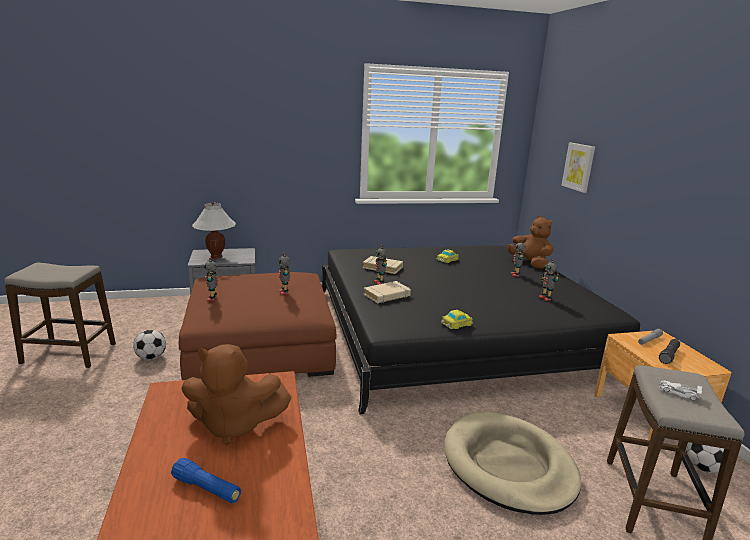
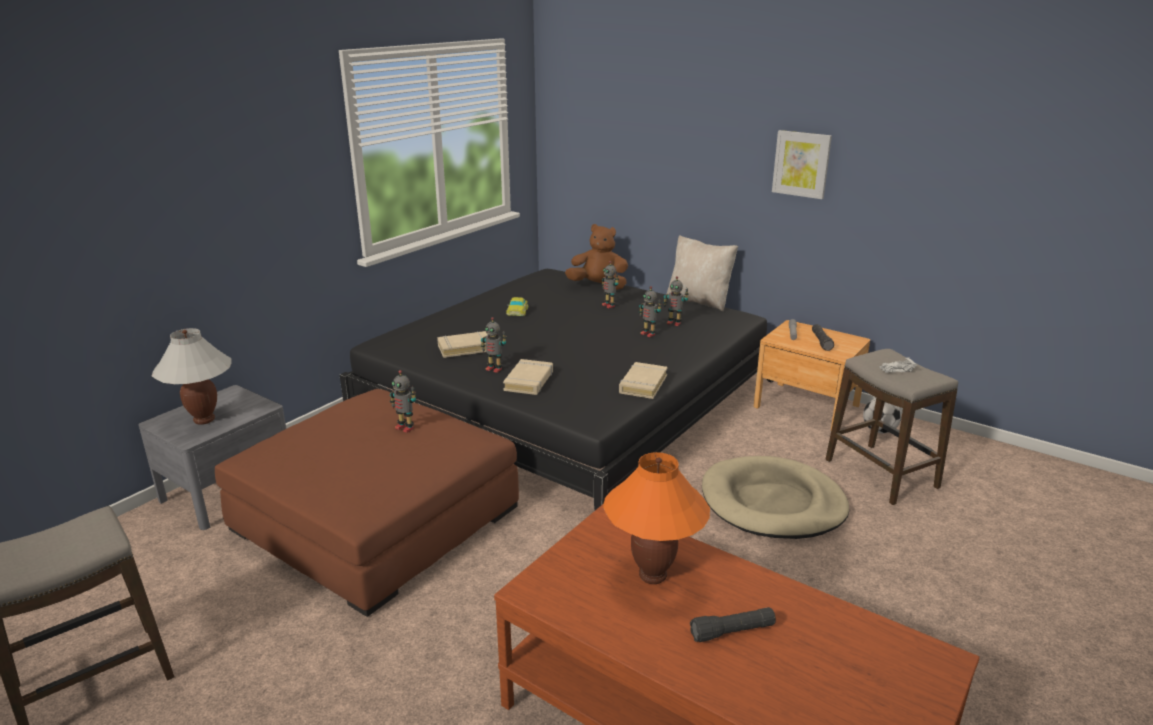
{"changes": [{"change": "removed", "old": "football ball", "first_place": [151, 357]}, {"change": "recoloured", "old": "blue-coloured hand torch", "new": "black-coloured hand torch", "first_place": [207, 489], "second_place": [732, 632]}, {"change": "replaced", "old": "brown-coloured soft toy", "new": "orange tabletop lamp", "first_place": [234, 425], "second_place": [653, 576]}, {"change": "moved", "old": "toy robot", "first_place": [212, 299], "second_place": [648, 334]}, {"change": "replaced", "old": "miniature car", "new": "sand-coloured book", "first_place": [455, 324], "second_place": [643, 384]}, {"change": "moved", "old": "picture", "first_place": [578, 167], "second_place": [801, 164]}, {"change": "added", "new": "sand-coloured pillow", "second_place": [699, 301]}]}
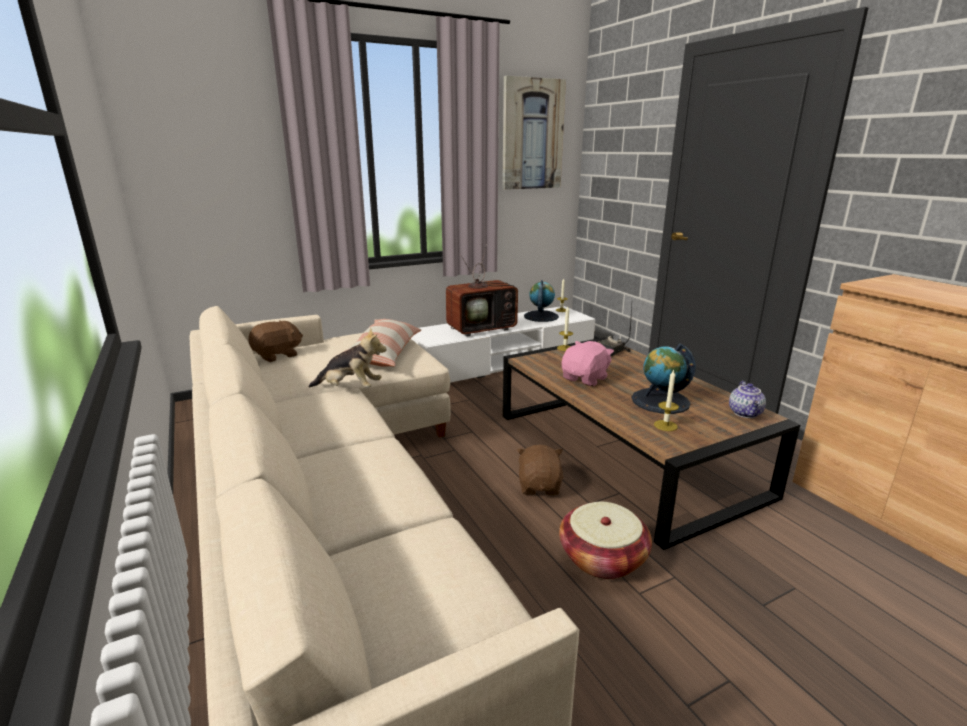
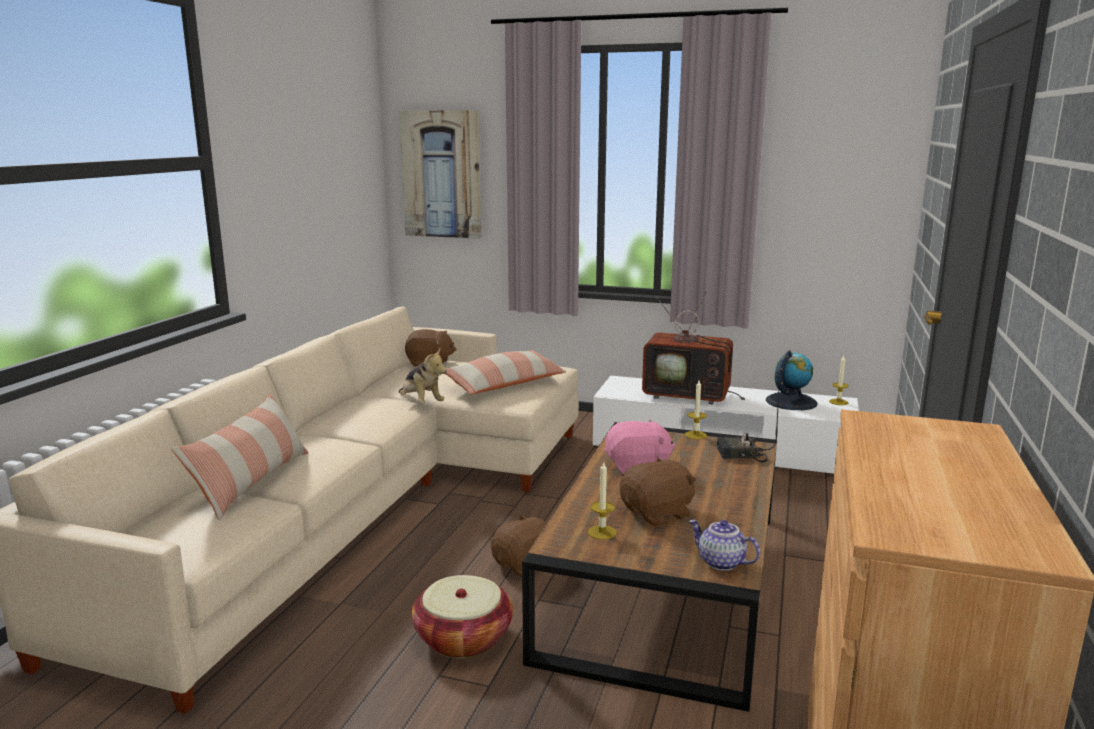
{"changes": [{"change": "moved", "old": "picture", "first_place": [532, 135], "second_place": [442, 174]}, {"change": "replaced", "old": "desk globe", "new": "brown-coloured soft toy", "first_place": [660, 401], "second_place": [658, 514]}, {"change": "turned", "old": "pot for tea", "first_place": [745, 413], "second_place": [720, 563], "degrees": 75}, {"change": "added", "new": "pillow", "second_place": [251, 482]}]}
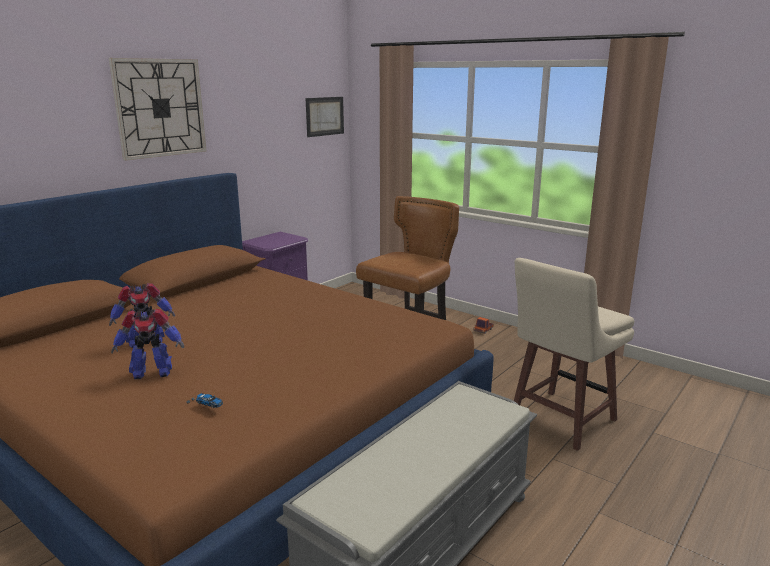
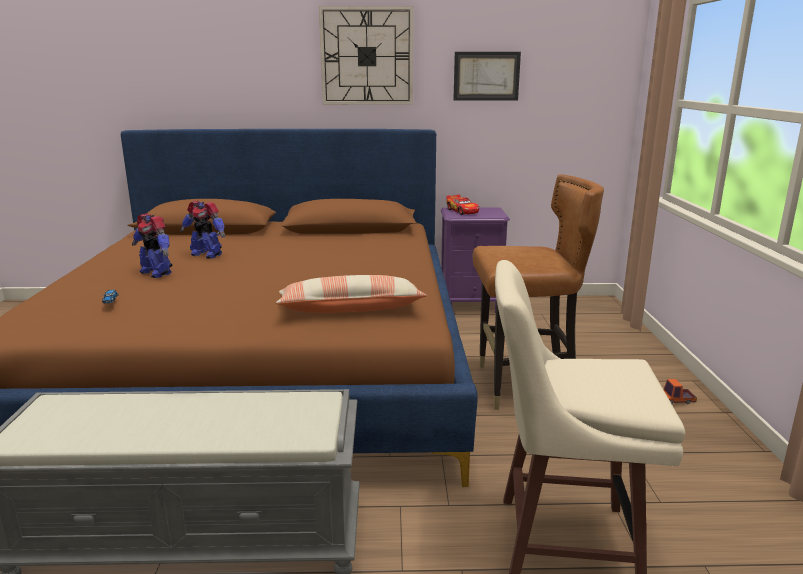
{"changes": [{"change": "moved", "old": "picture", "first_place": [324, 116], "second_place": [486, 76]}, {"change": "added", "new": "pillow", "second_place": [350, 309]}, {"change": "added", "new": "miniature car", "second_place": [462, 211]}]}
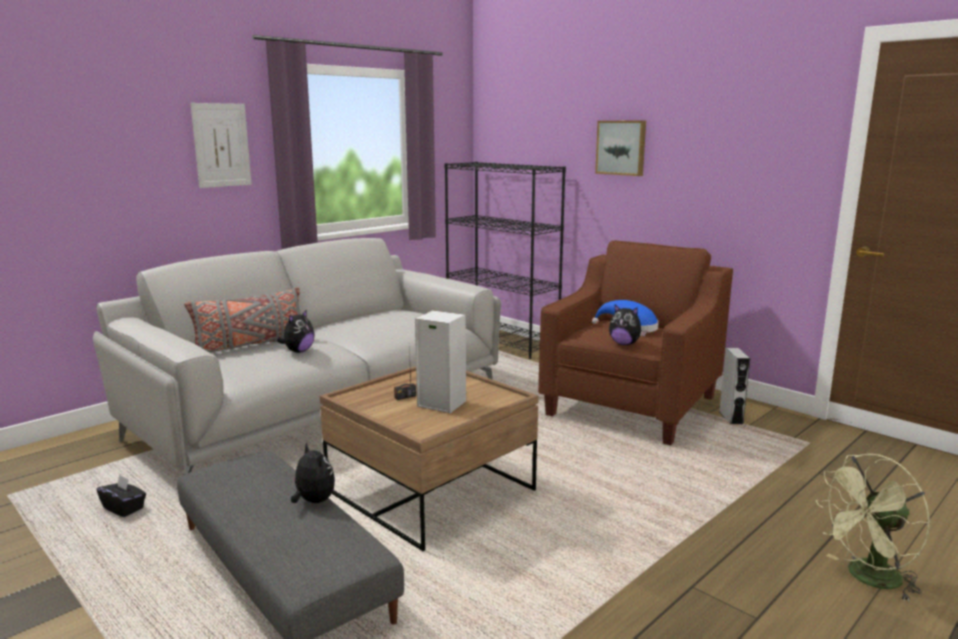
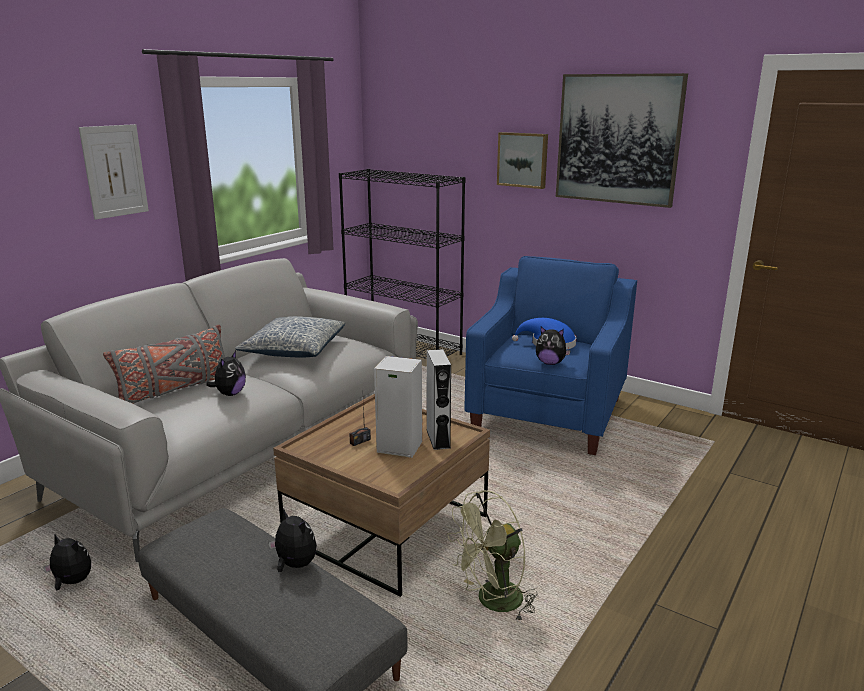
{"changes": [{"change": "replaced", "old": "black-coloured box of tissues", "new": "soft toy", "first_place": [124, 508], "second_place": [72, 582]}, {"change": "recoloured", "old": "brown-coloured armchair", "new": "blue-coloured armchair", "first_place": [632, 406], "second_place": [549, 414]}, {"change": "moved", "old": "gray speaker", "first_place": [731, 418], "second_place": [438, 438]}, {"change": "moved", "old": "green cooling fan", "first_place": [867, 579], "second_place": [492, 602]}, {"change": "added", "new": "pillow", "second_place": [294, 349]}, {"change": "added", "new": "picture", "second_place": [618, 139]}]}
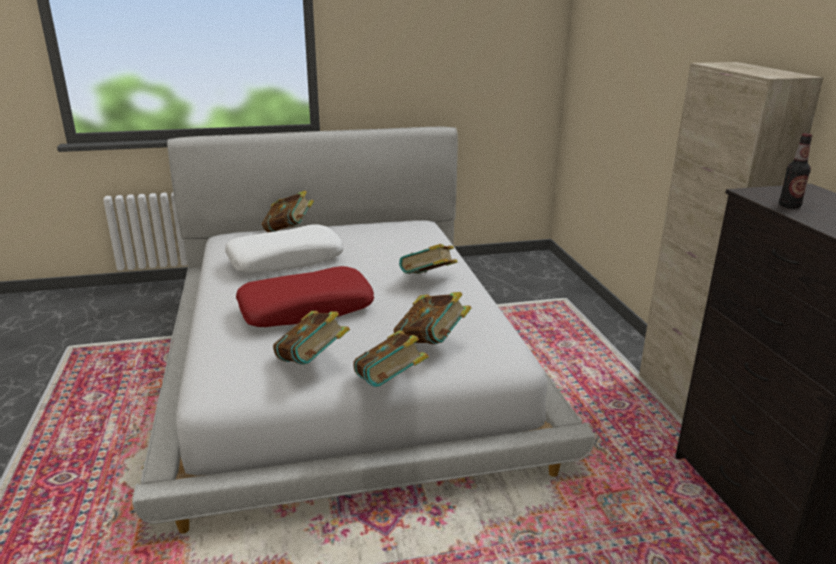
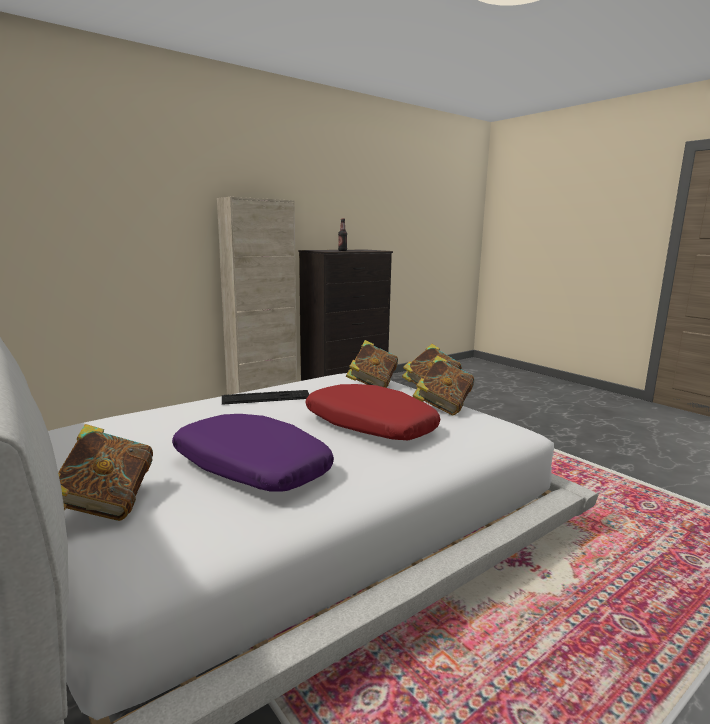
{"changes": [{"change": "recoloured", "old": "white-coloured pillow", "new": "purplish pillow", "first_place": [286, 260], "second_place": [250, 467]}, {"change": "replaced", "old": "book", "new": "PC keyboard", "first_place": [428, 281], "second_place": [266, 397]}]}
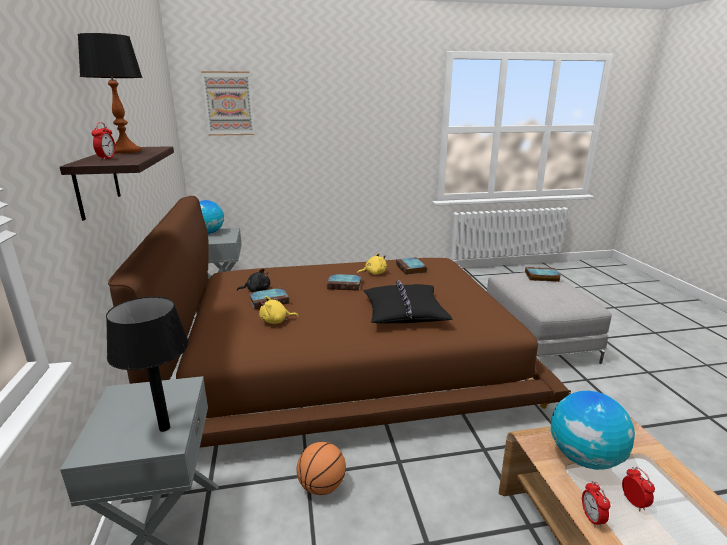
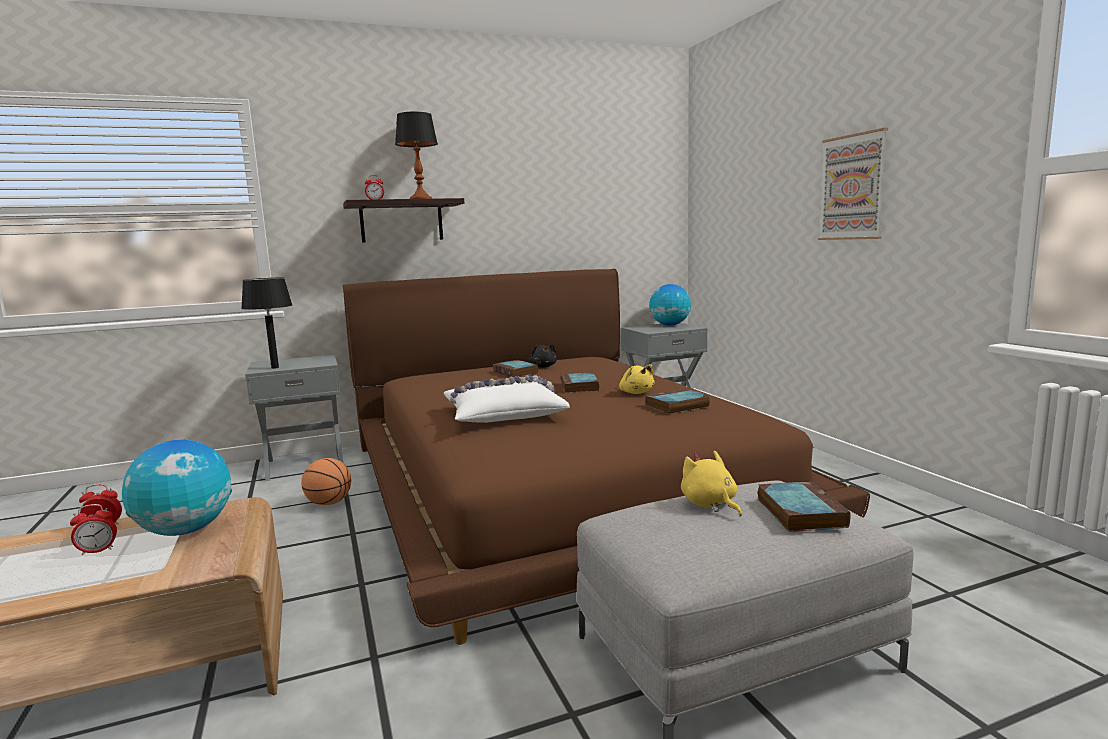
{"changes": [{"change": "moved", "old": "picture", "first_place": [228, 104], "second_place": [852, 187]}, {"change": "moved", "old": "yellow-coloured soft toy", "first_place": [276, 321], "second_place": [710, 504]}, {"change": "recoloured", "old": "black-coloured pillow", "new": "white-coloured pillow", "first_place": [404, 312], "second_place": [504, 413]}]}
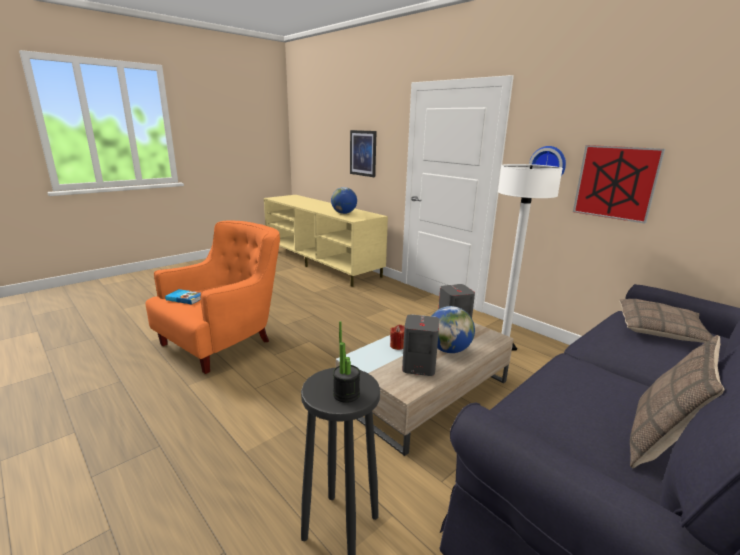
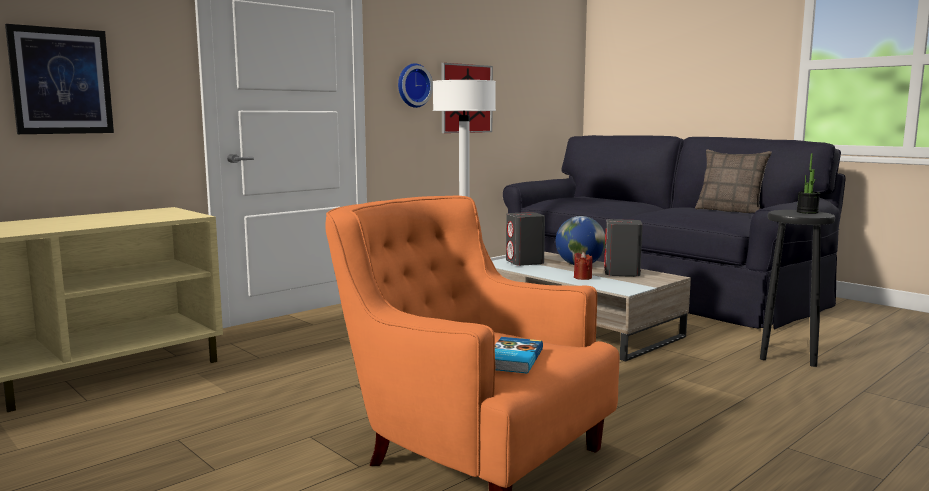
{"changes": [{"change": "removed", "old": "desk globe", "first_place": [344, 213]}, {"change": "removed", "old": "pillow", "first_place": [661, 330]}]}
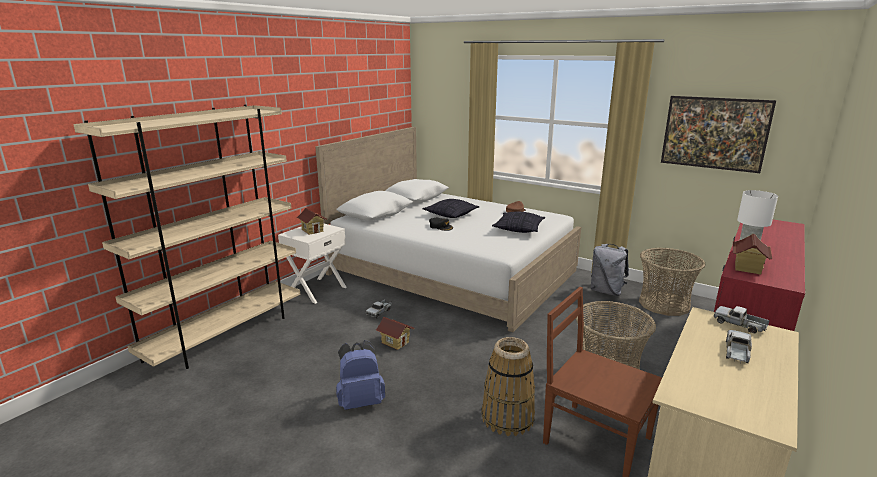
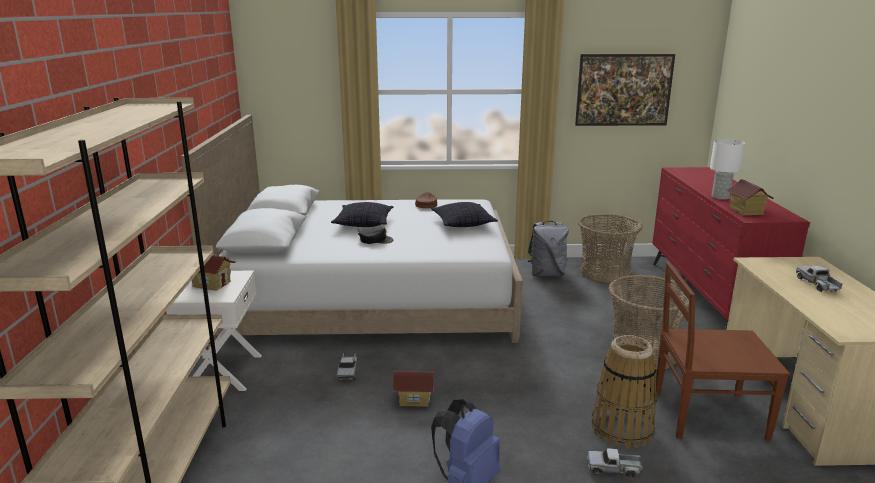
{"changes": [{"change": "moved", "old": "toy truck", "first_place": [739, 324], "second_place": [614, 469]}]}
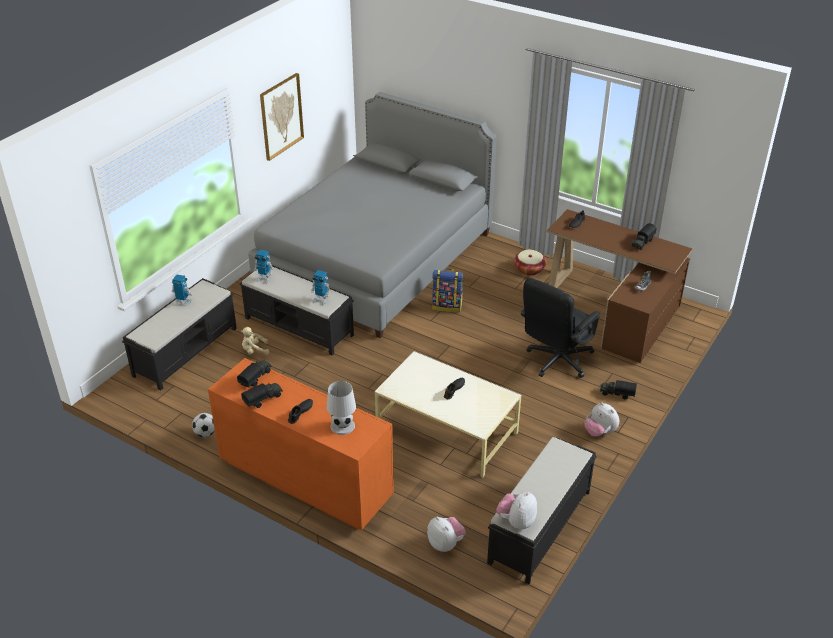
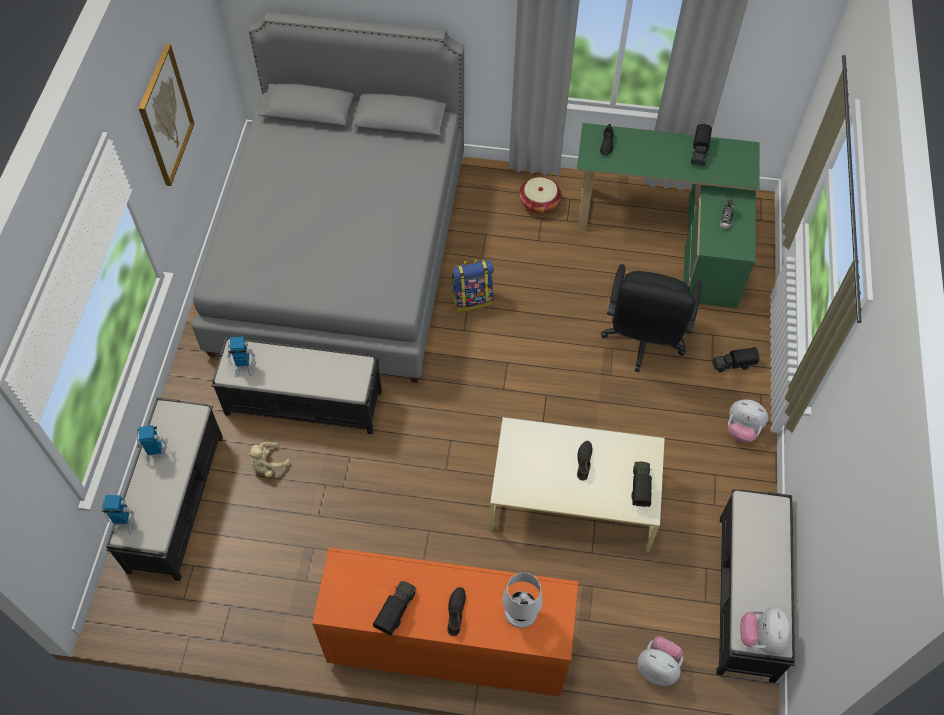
{"changes": [{"change": "removed", "old": "football ball", "first_place": [206, 433]}, {"change": "moved", "old": "toy truck", "first_place": [256, 378], "second_place": [640, 487]}, {"change": "moved", "old": "toy robot", "first_place": [321, 300], "second_place": [124, 524]}, {"change": "recoloured", "old": "brown-coloured desk", "new": "green desk", "first_place": [616, 309], "second_place": [670, 233]}]}
